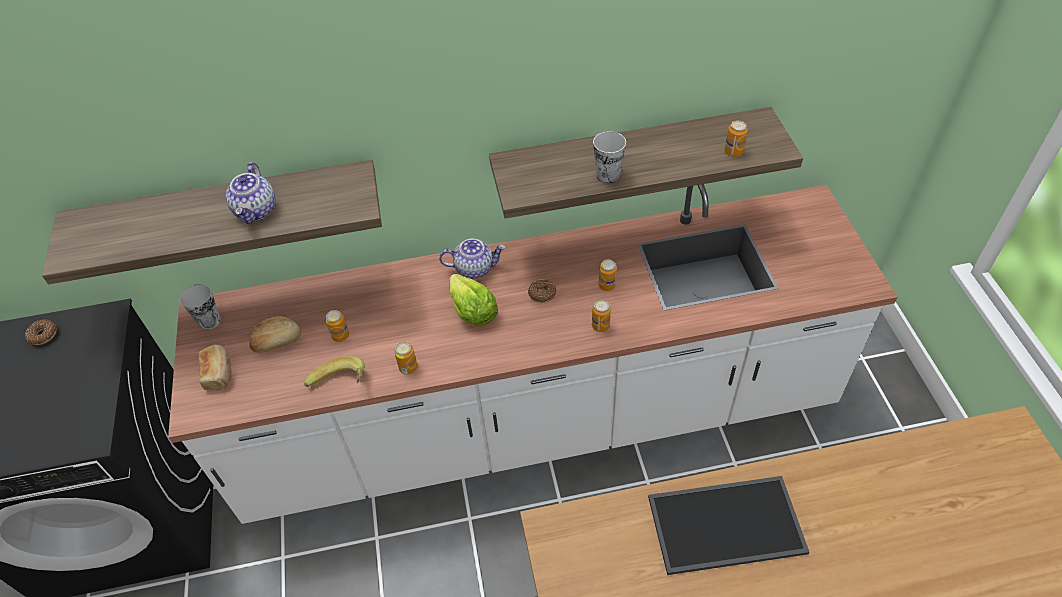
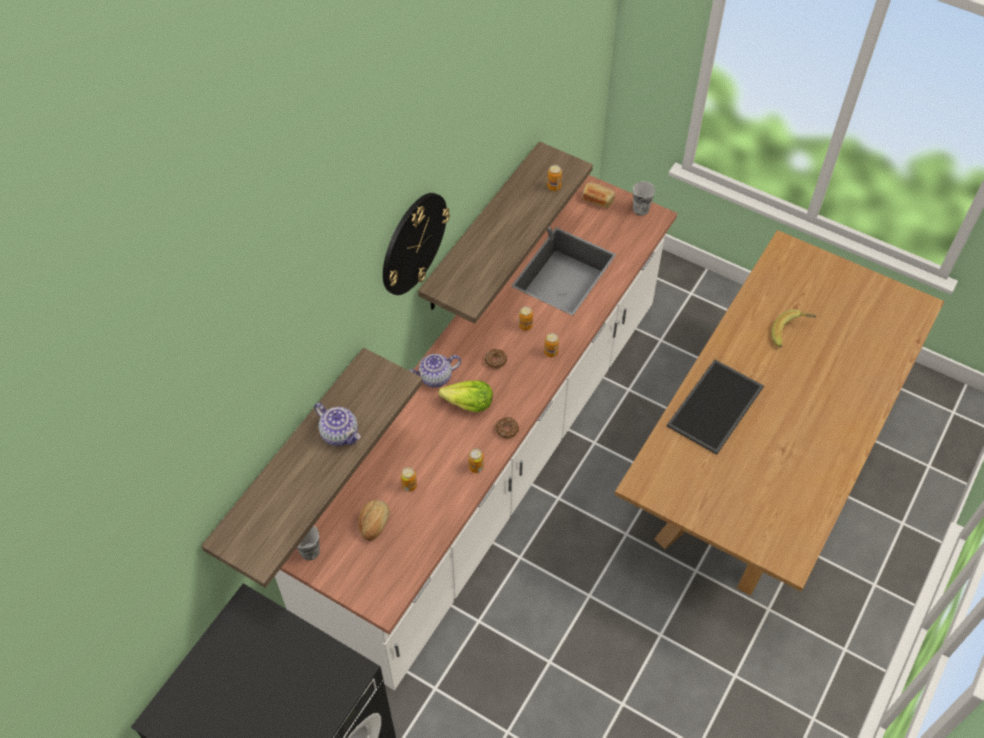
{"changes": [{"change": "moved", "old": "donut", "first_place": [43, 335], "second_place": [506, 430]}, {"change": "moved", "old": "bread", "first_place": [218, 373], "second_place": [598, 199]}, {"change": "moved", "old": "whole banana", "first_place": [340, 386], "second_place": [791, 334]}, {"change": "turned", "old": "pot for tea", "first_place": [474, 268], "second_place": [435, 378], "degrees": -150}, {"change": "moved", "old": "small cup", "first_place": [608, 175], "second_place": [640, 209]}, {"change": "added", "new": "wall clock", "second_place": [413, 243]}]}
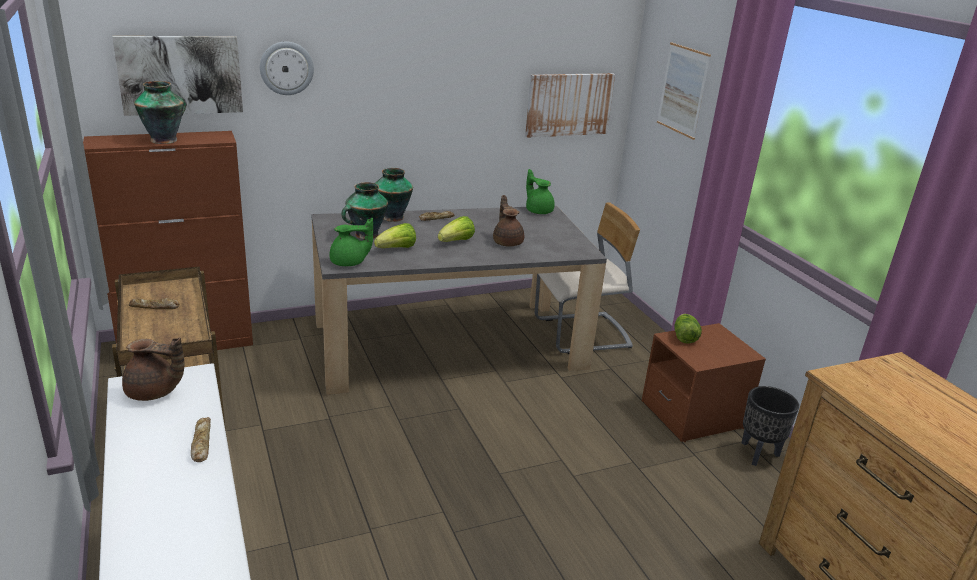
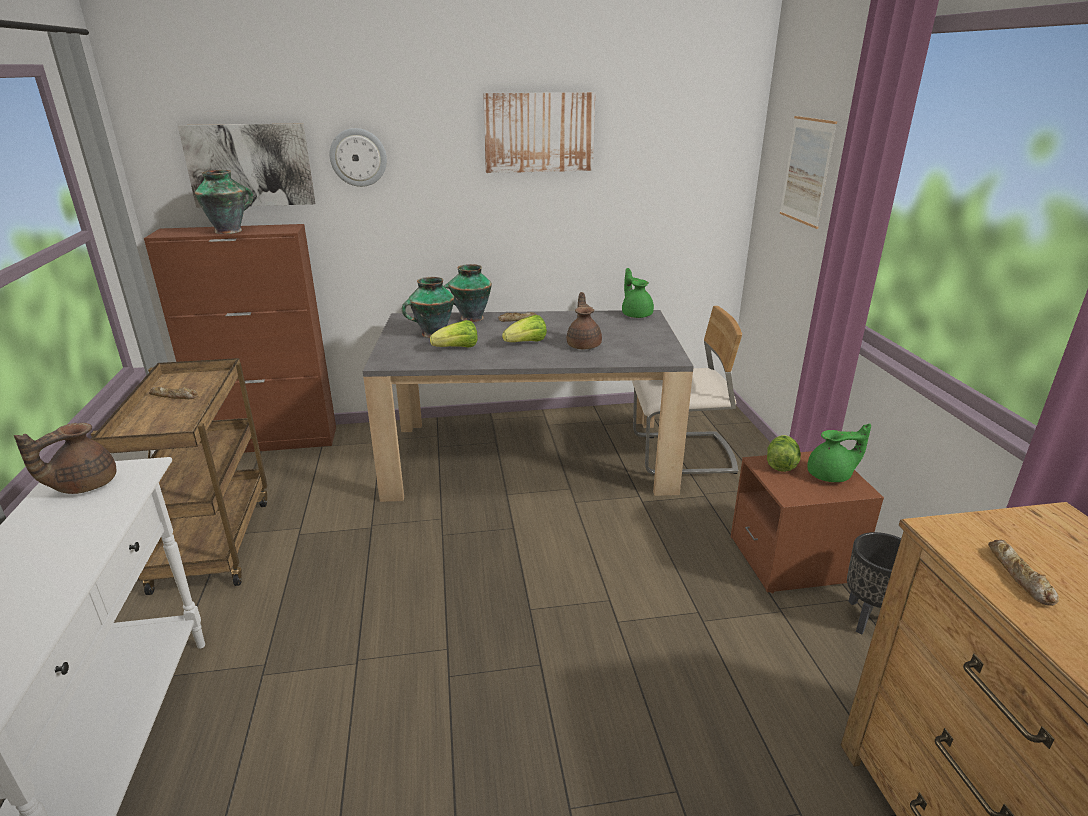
{"changes": [{"change": "turned", "old": "brown-coloured pot for tea", "first_place": [154, 393], "second_place": [83, 485], "degrees": 105}, {"change": "moved", "old": "bread", "first_place": [201, 443], "second_place": [1018, 576]}, {"change": "moved", "old": "green pot for tea", "first_place": [349, 263], "second_place": [831, 476]}, {"change": "moved", "old": "picture", "first_place": [569, 104], "second_place": [539, 132]}]}
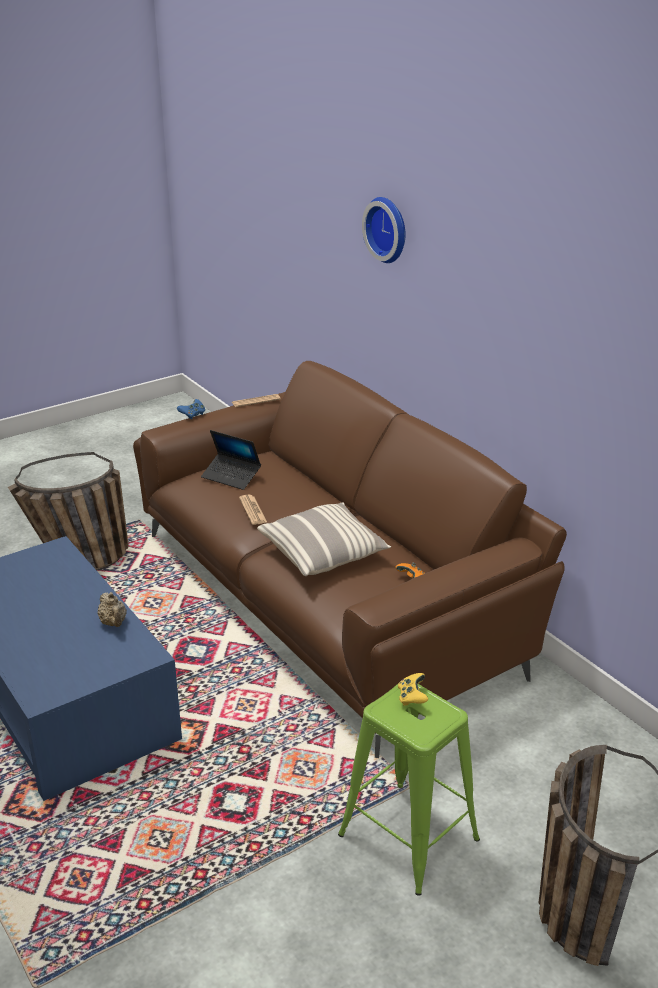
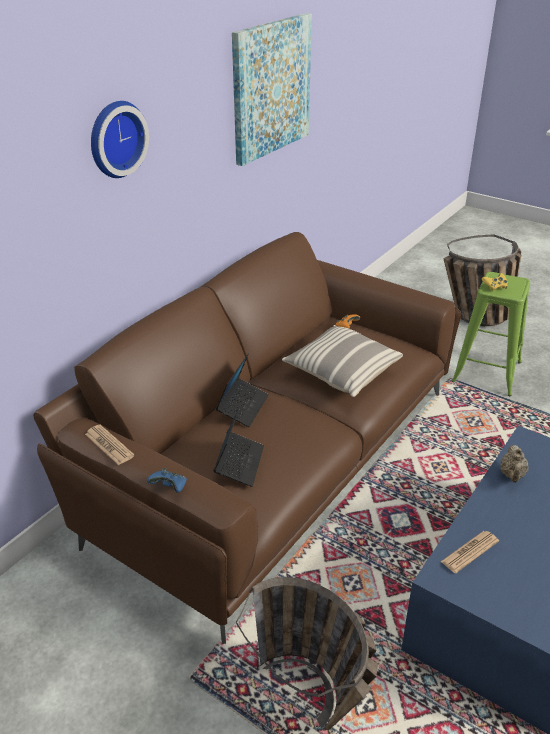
{"changes": [{"change": "turned", "old": "sand-coloured pot for tea", "first_place": [114, 623], "second_place": [512, 475], "degrees": 150}, {"change": "moved", "old": "newspaper", "first_place": [253, 510], "second_place": [469, 552]}, {"change": "added", "new": "portable computer", "second_place": [243, 407]}, {"change": "added", "new": "picture", "second_place": [270, 88]}]}
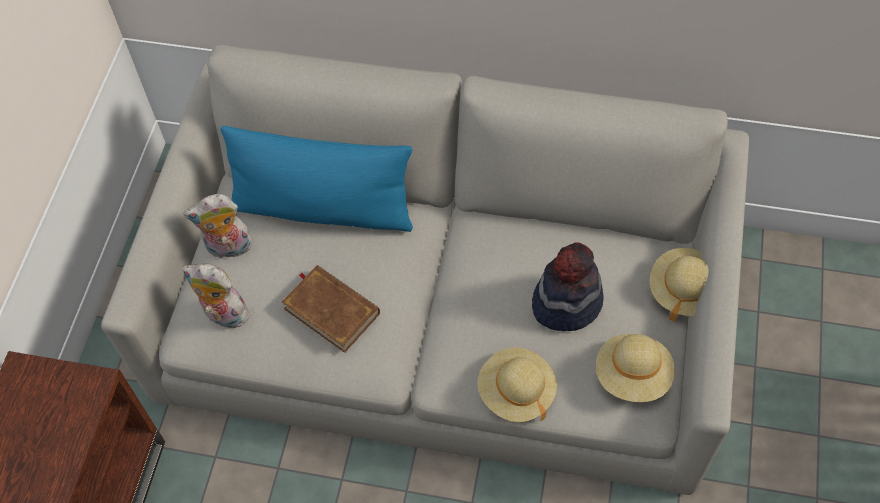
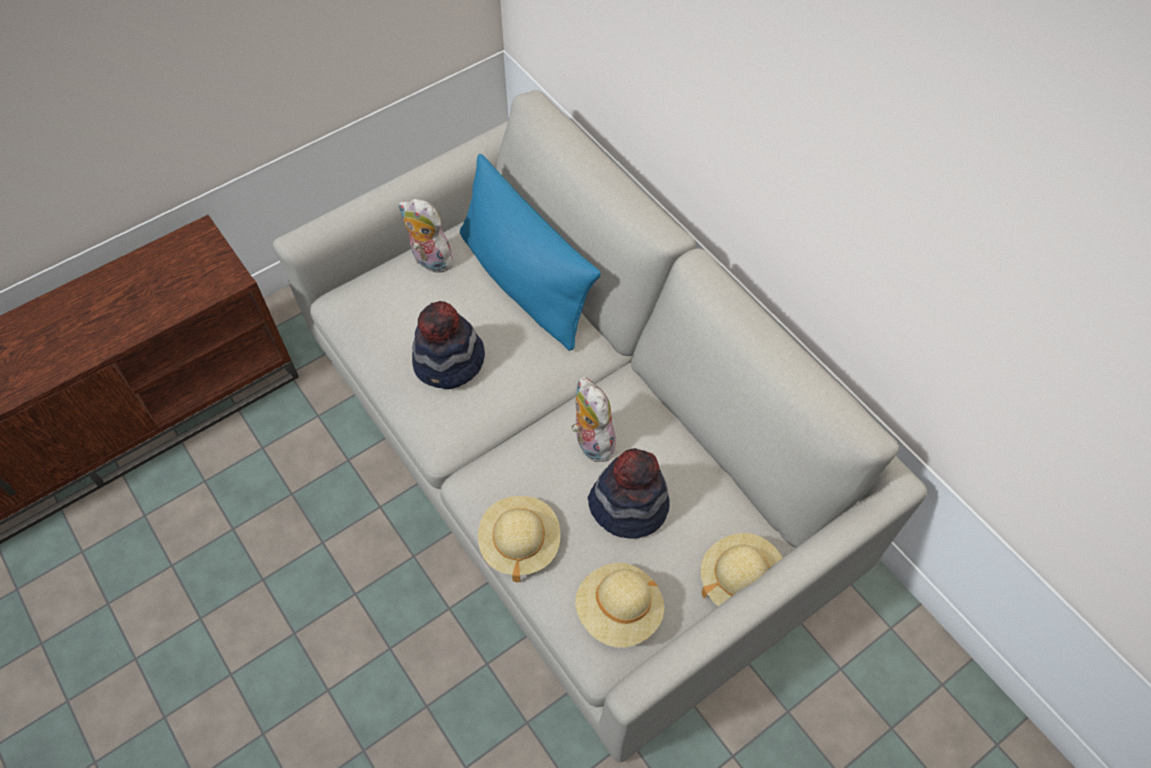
{"changes": [{"change": "moved", "old": "soft toy", "first_place": [223, 315], "second_place": [591, 441]}, {"change": "replaced", "old": "brown-coloured book", "new": "wearable hat", "first_place": [332, 310], "second_place": [449, 363]}]}
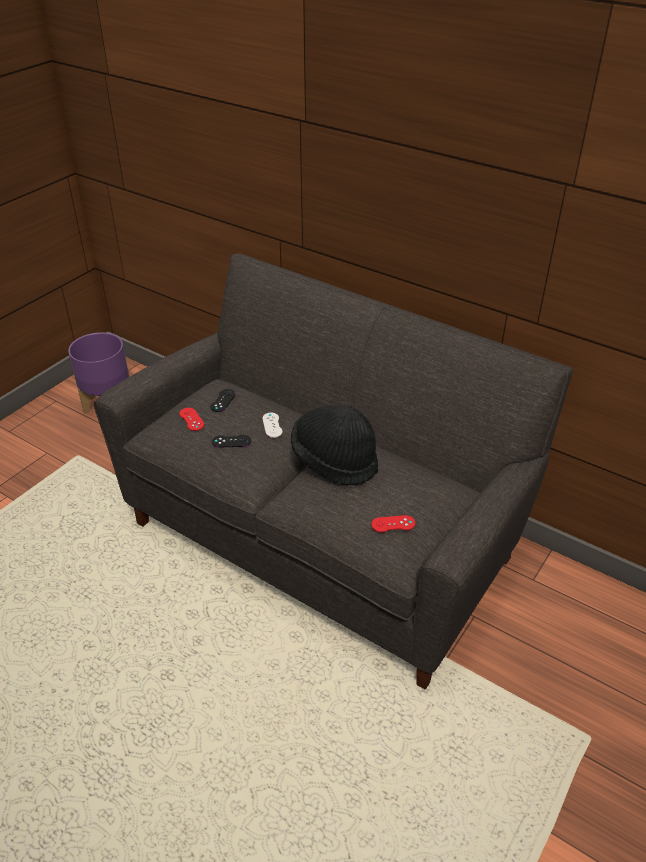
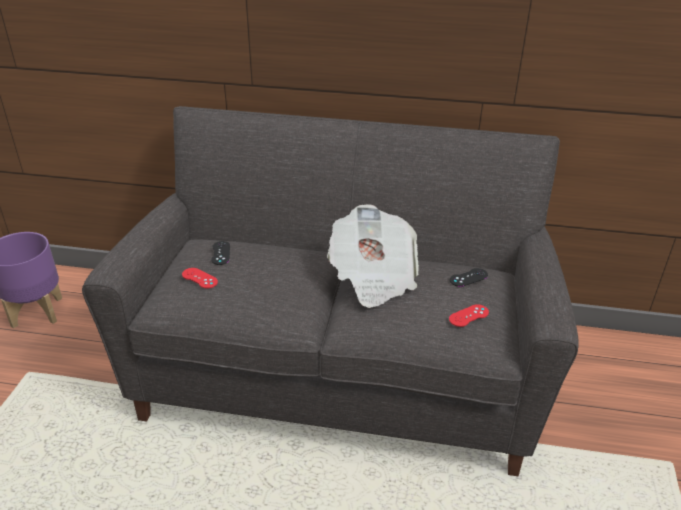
{"changes": [{"change": "moved", "old": "black-coloured joypad", "first_place": [231, 441], "second_place": [468, 277]}, {"change": "removed", "old": "white-coloured joypad", "first_place": [272, 425]}, {"change": "replaced", "old": "black-coloured wearable hat", "new": "newspaper", "first_place": [334, 460], "second_place": [373, 277]}]}
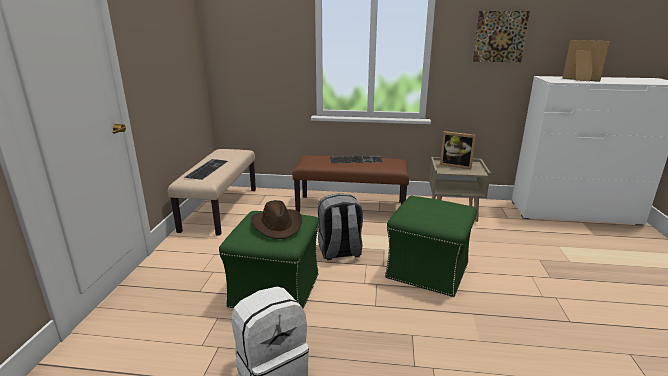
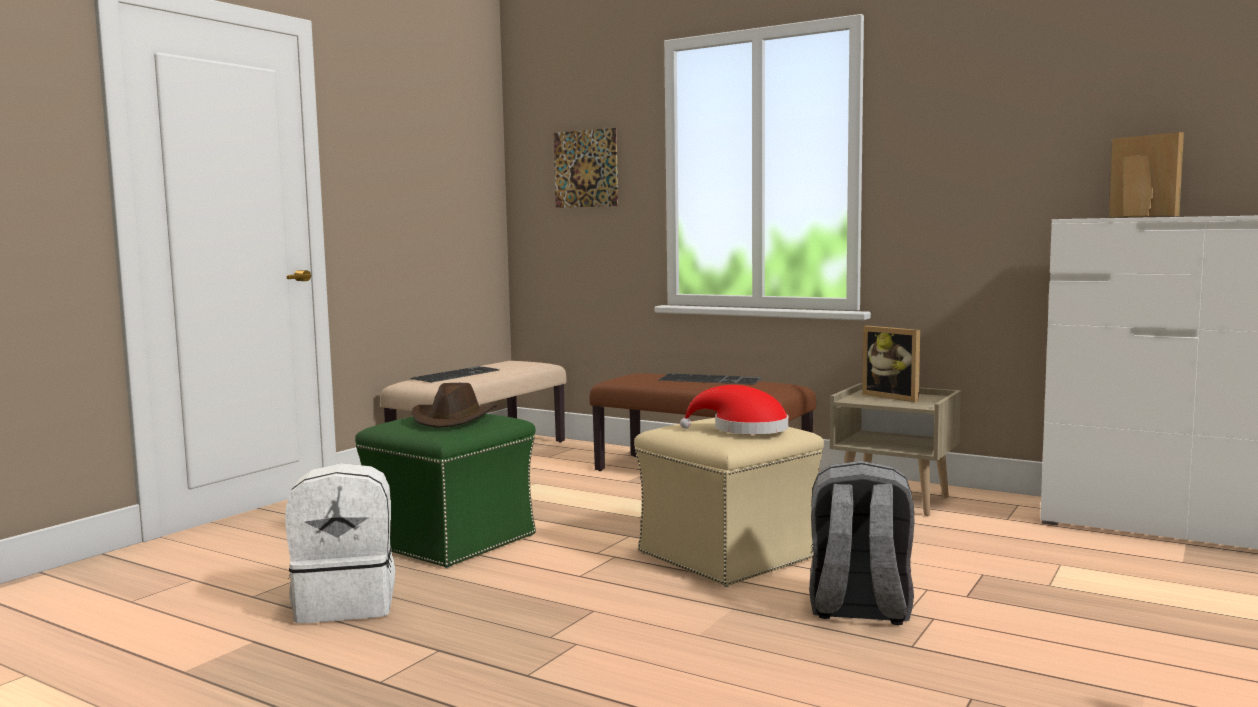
{"changes": [{"change": "moved", "old": "gray knapsack", "first_place": [339, 252], "second_place": [859, 609]}, {"change": "recoloured", "old": "green ottoman", "new": "sand-coloured ottoman", "first_place": [428, 270], "second_place": [729, 556]}, {"change": "moved", "old": "picture", "first_place": [500, 37], "second_place": [585, 168]}, {"change": "added", "new": "red-coloured wearable hat", "second_place": [743, 430]}]}
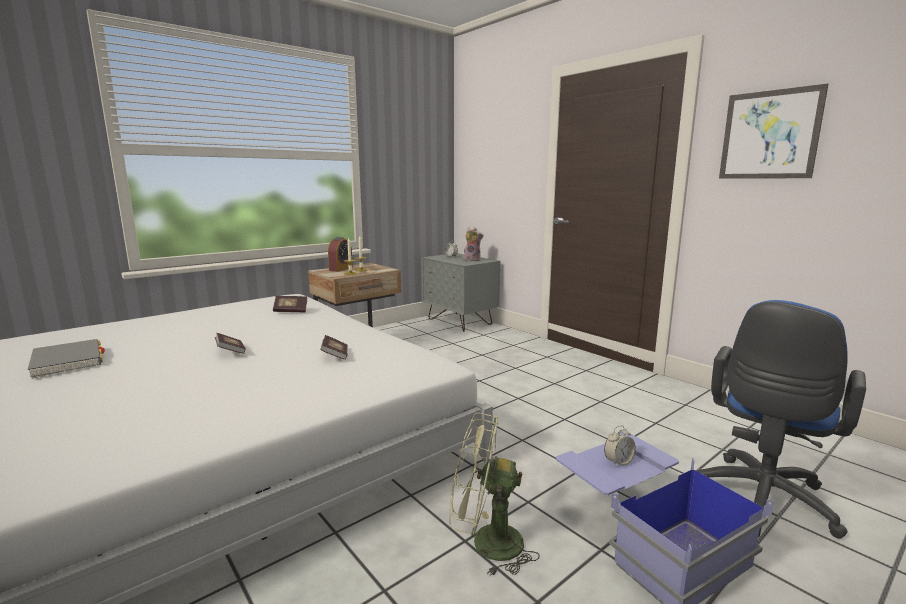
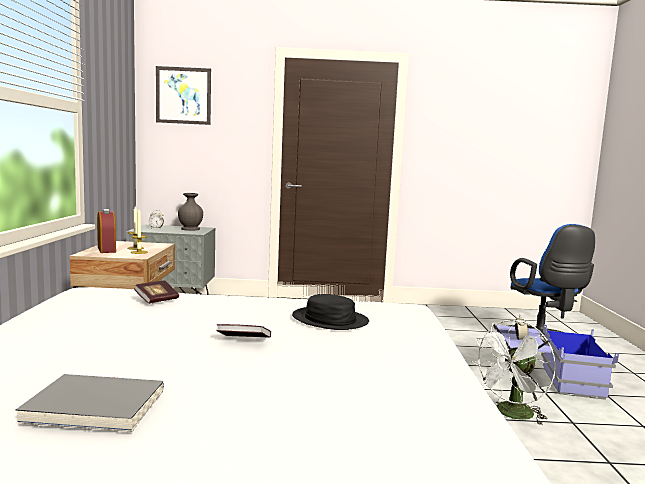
{"changes": [{"change": "replaced", "old": "book", "new": "black-coloured wearable hat", "first_place": [335, 356], "second_place": [329, 320]}, {"change": "recoloured", "old": "green cooling fan", "new": "white-coloured cooling fan", "first_place": [486, 543], "second_place": [511, 415]}, {"change": "replaced", "old": "soft toy", "new": "gray decorative vase", "first_place": [473, 260], "second_place": [190, 229]}, {"change": "moved", "old": "picture", "first_place": [769, 135], "second_place": [183, 95]}]}
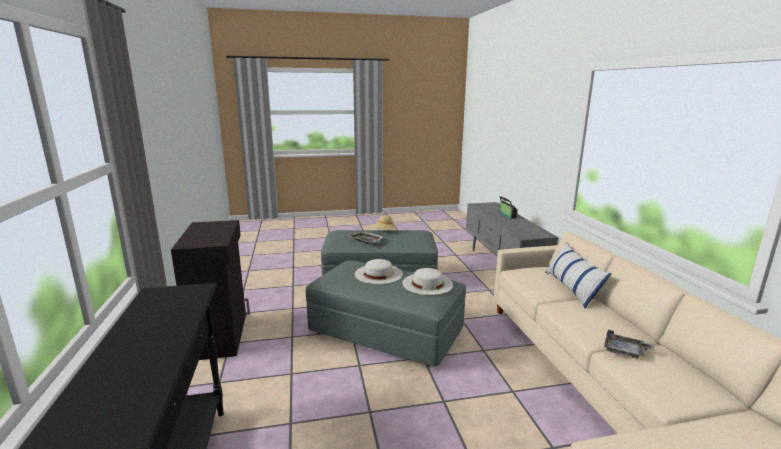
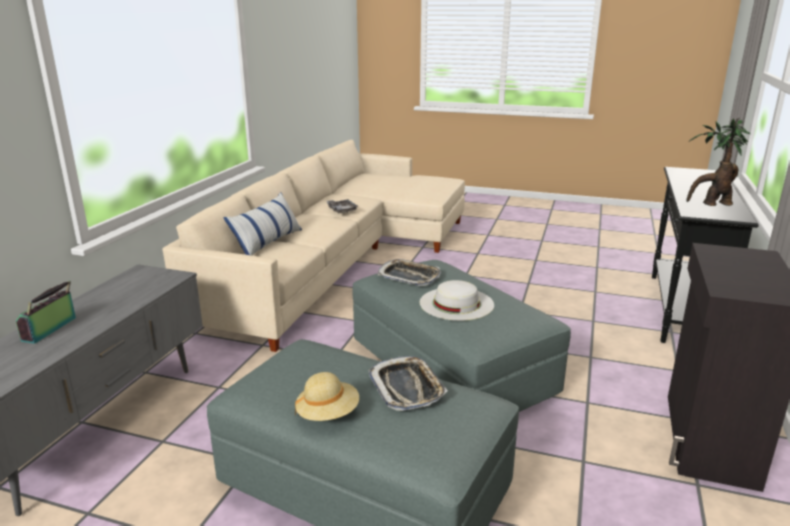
{"changes": [{"change": "replaced", "old": "white-coloured wearable hat", "new": "carrying tray", "first_place": [427, 283], "second_place": [409, 277]}, {"change": "added", "new": "potted plant", "second_place": [712, 204]}]}
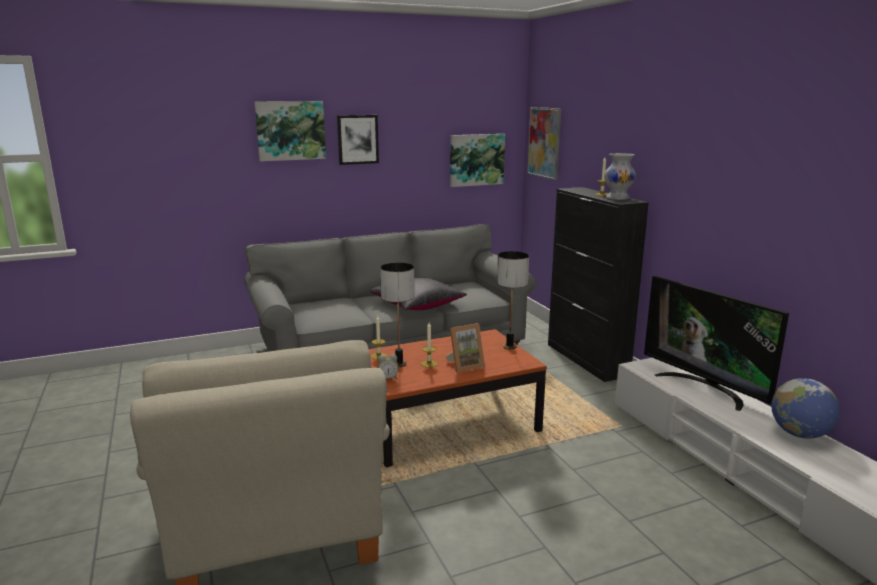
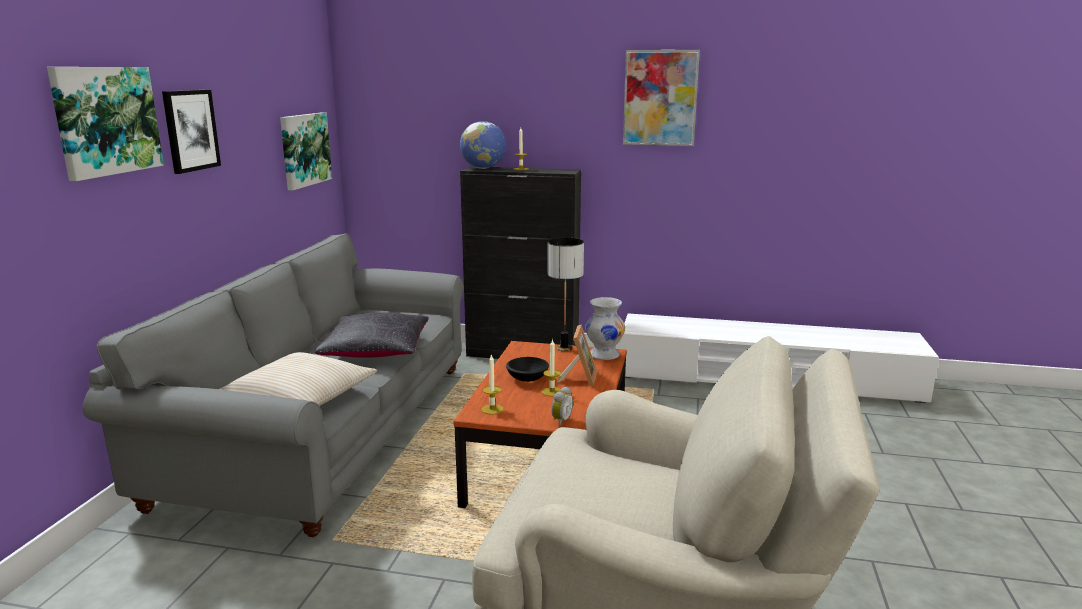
{"changes": [{"change": "removed", "old": "tabletop lamp", "first_place": [399, 364]}, {"change": "moved", "old": "picture", "first_place": [544, 142], "second_place": [660, 98]}, {"change": "moved", "old": "white-coloured decorative vase", "first_place": [617, 198], "second_place": [604, 355]}, {"change": "removed", "old": "TV", "first_place": [705, 388]}, {"change": "moved", "old": "desk globe", "first_place": [799, 434], "second_place": [483, 168]}, {"change": "added", "new": "sand-coloured pillow", "second_place": [298, 398]}, {"change": "added", "new": "black-coloured serving bowl", "second_place": [526, 378]}]}
